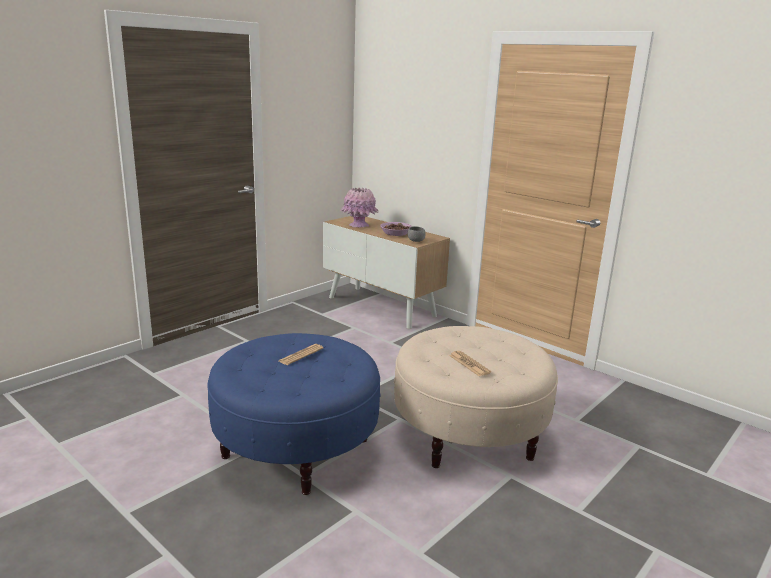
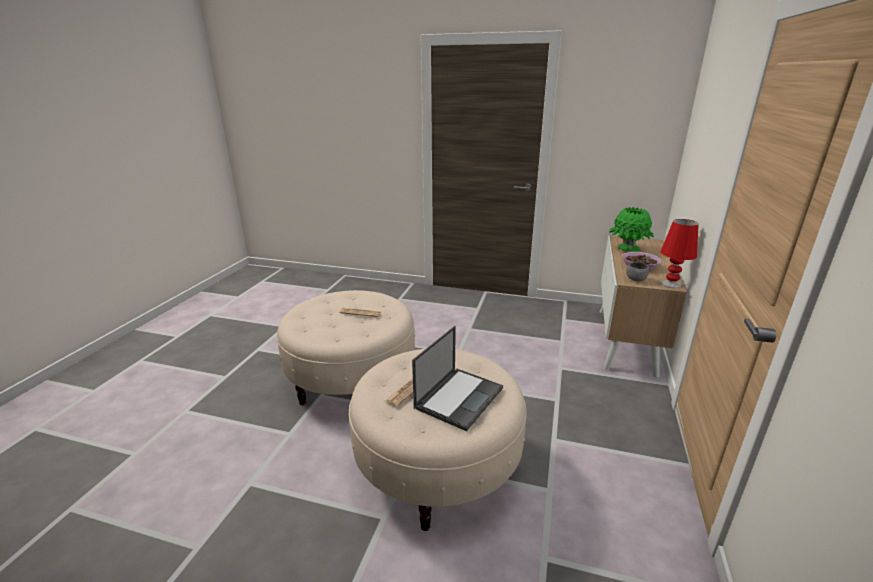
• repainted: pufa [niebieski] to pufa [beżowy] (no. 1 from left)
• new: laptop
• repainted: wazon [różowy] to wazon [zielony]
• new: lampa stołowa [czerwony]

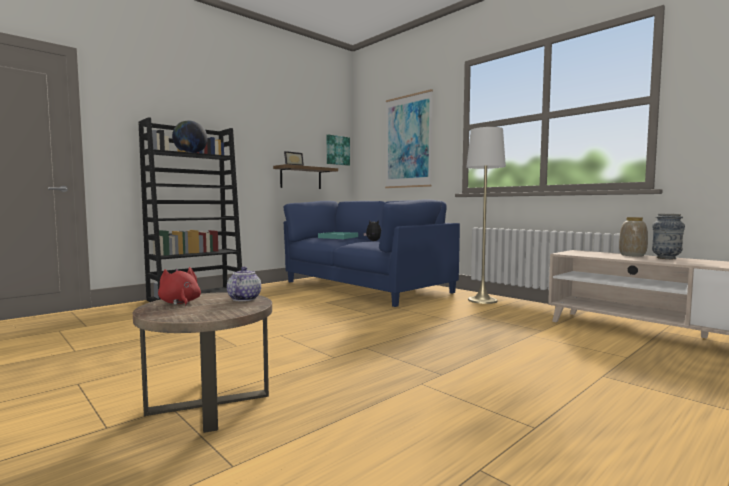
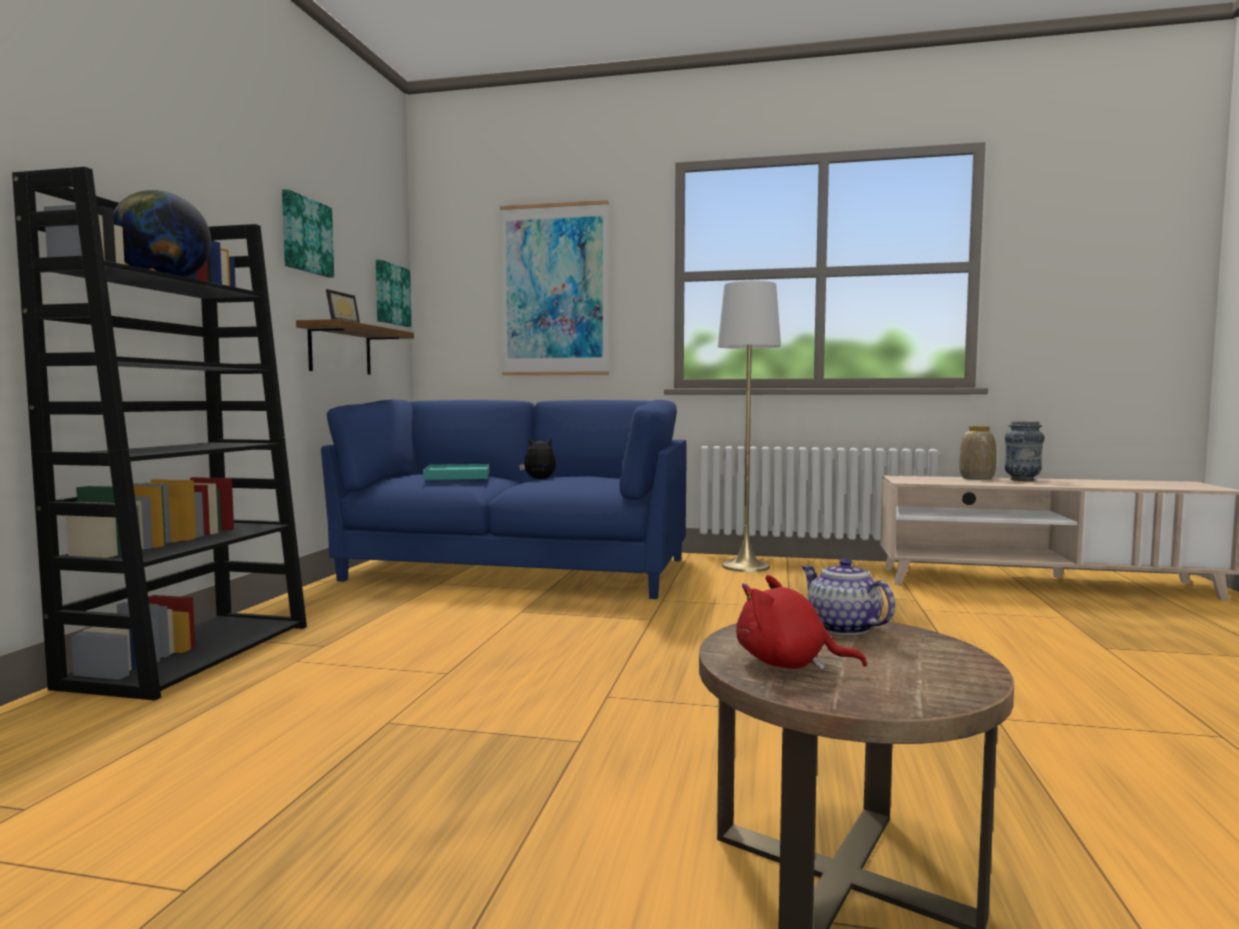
• new: obraz (no. 1 from left)

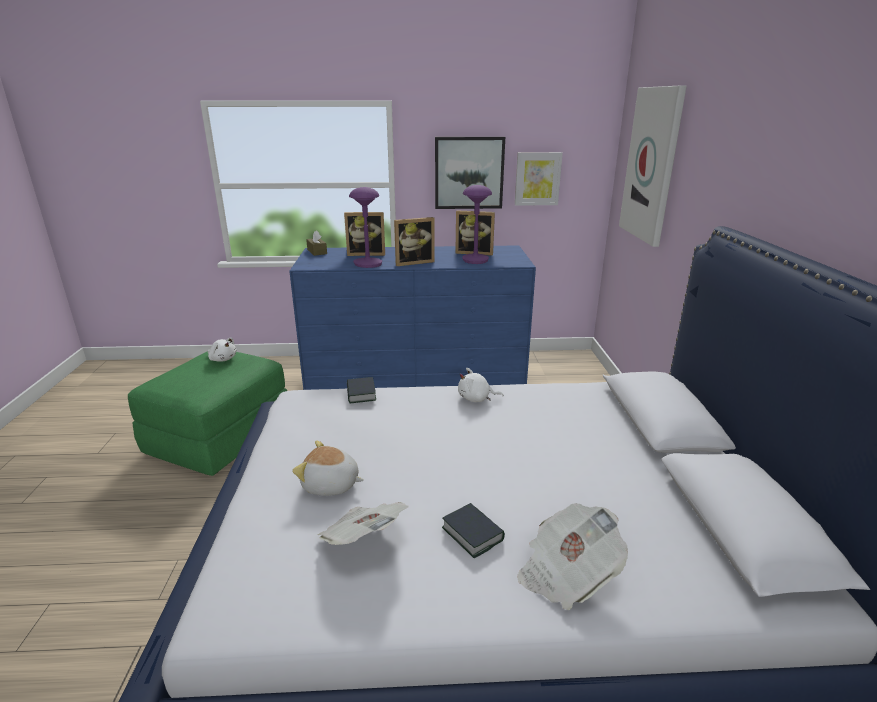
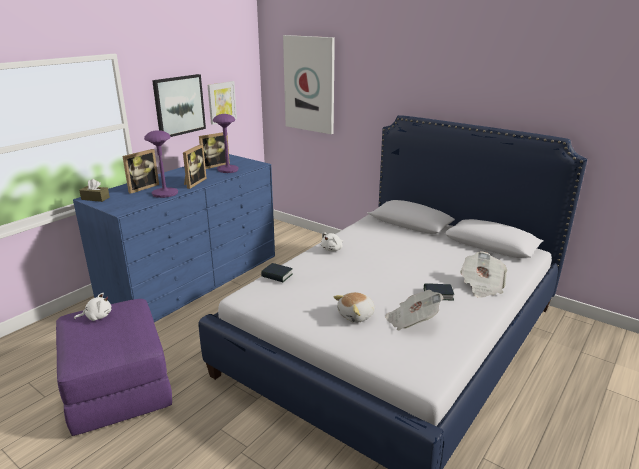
• repainted: pufa [zielony] to pufa [fioletowy]

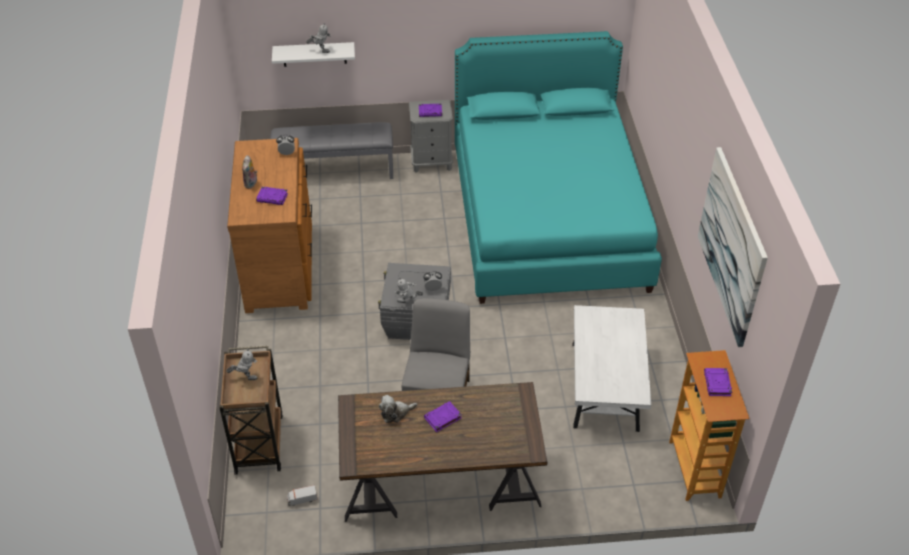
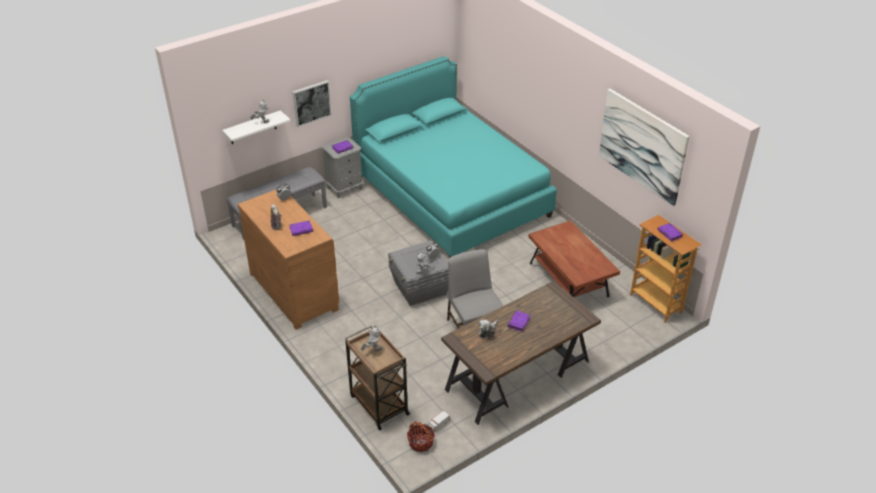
• new: obraz (no. 1 from left)
• new: koszyk
• repainted: ława [biały] to ława [brązowy]

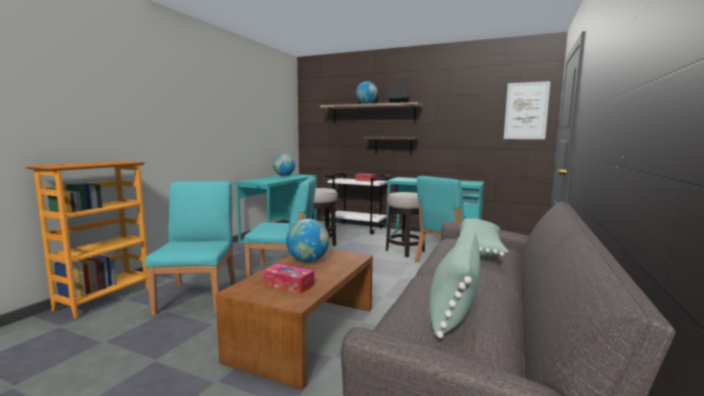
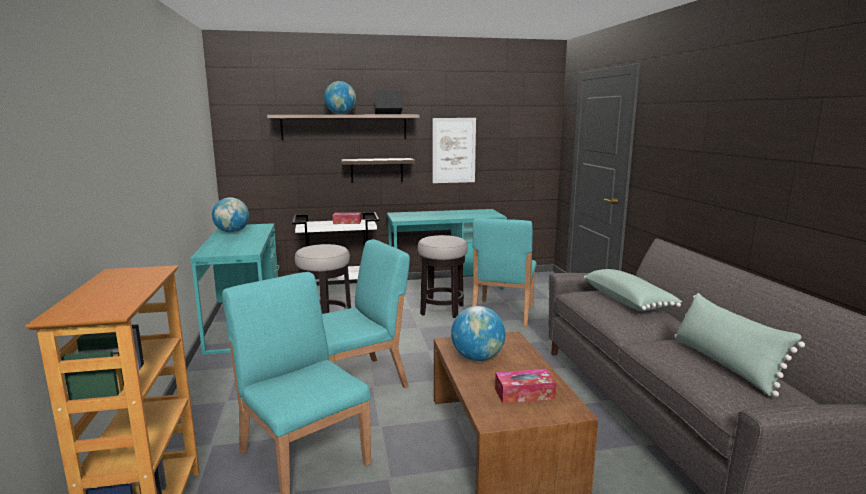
• shifted: obraz

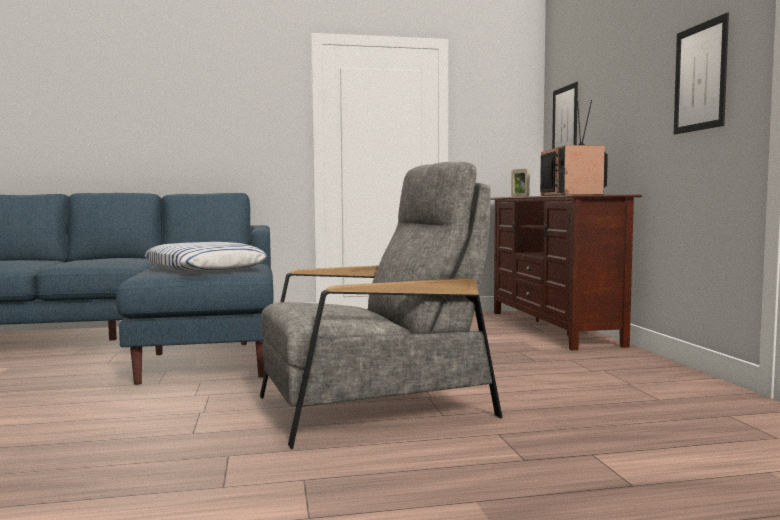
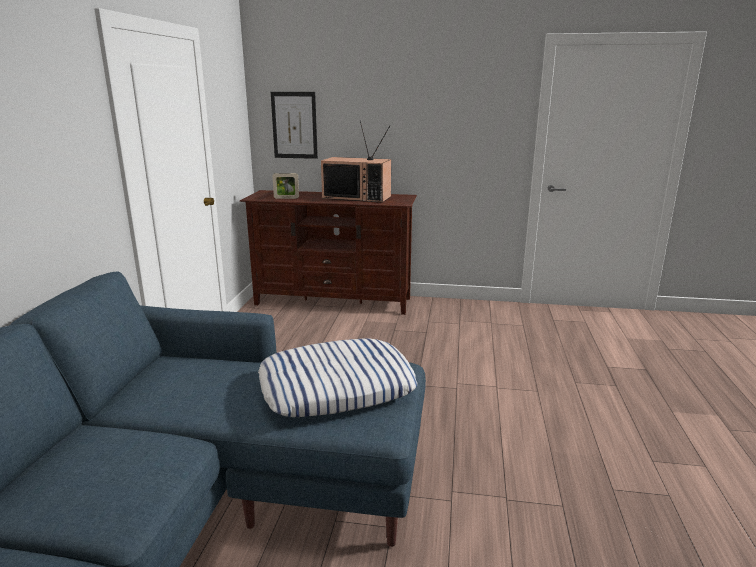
• gone: fotel [szary]
• gone: obraz (no. 2 from left)

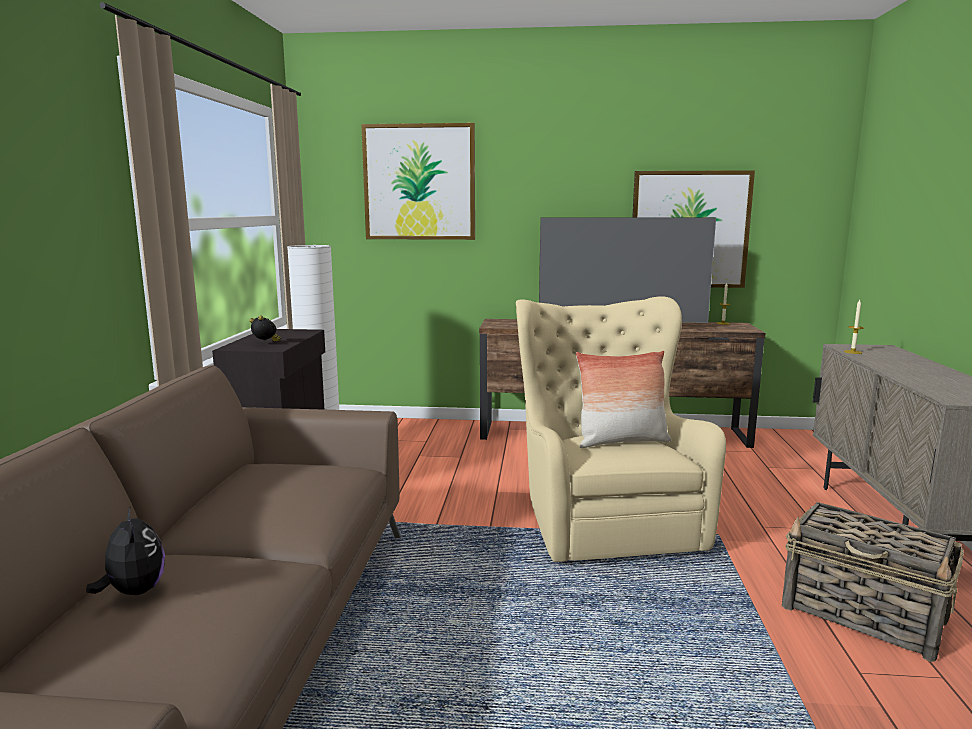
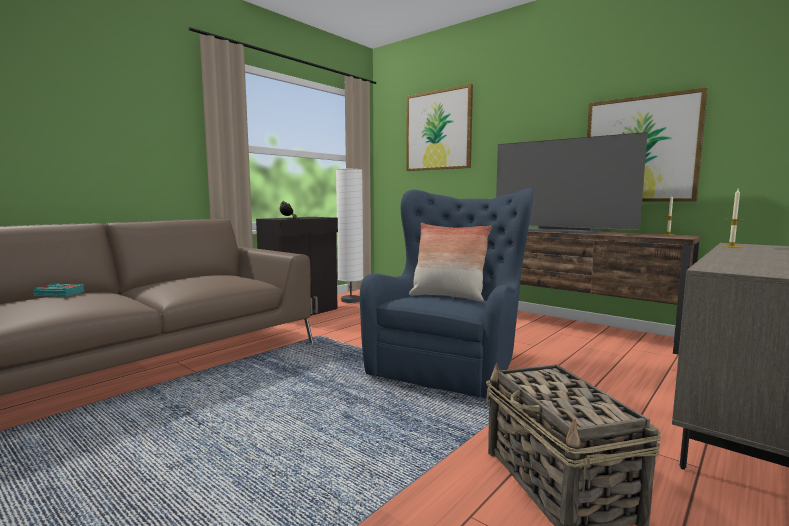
• swapped: pluszak to książka [turkusowy]
• repainted: fotel [beżowy] to fotel [niebieski]

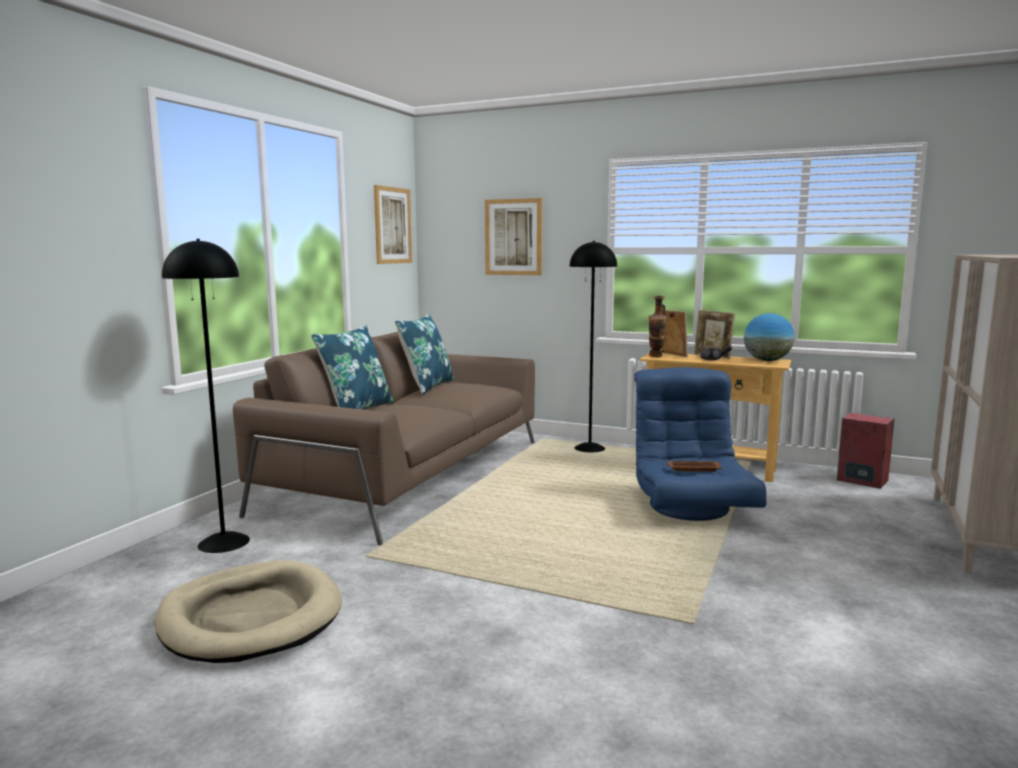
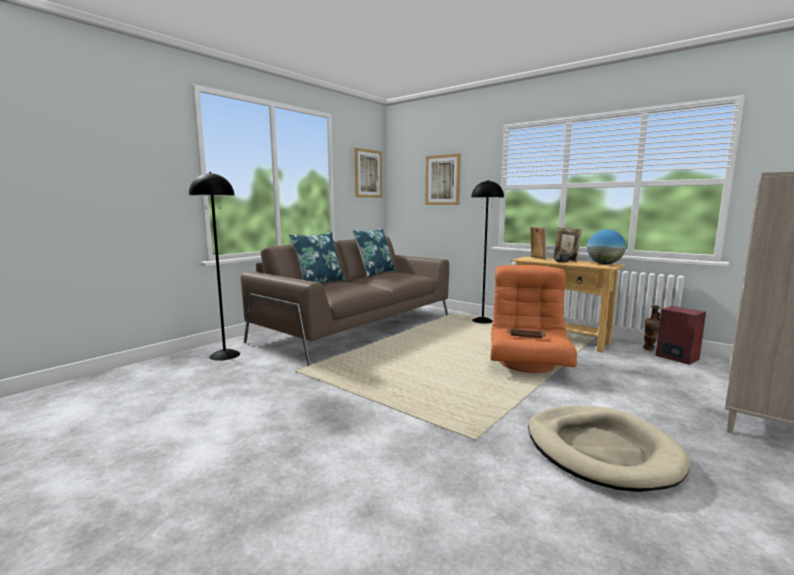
• repainted: fotel [niebieski] to fotel [pomarańczowy]
• shifted: legowisko [beżowy]
• shifted: wazon

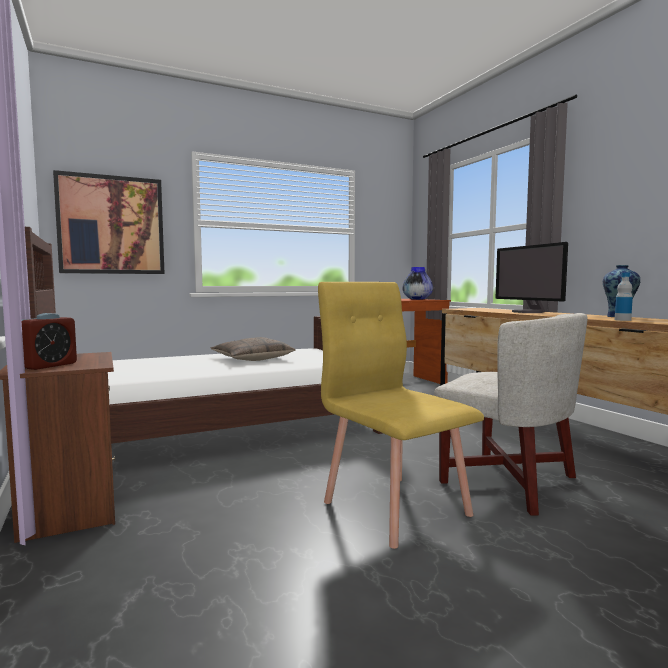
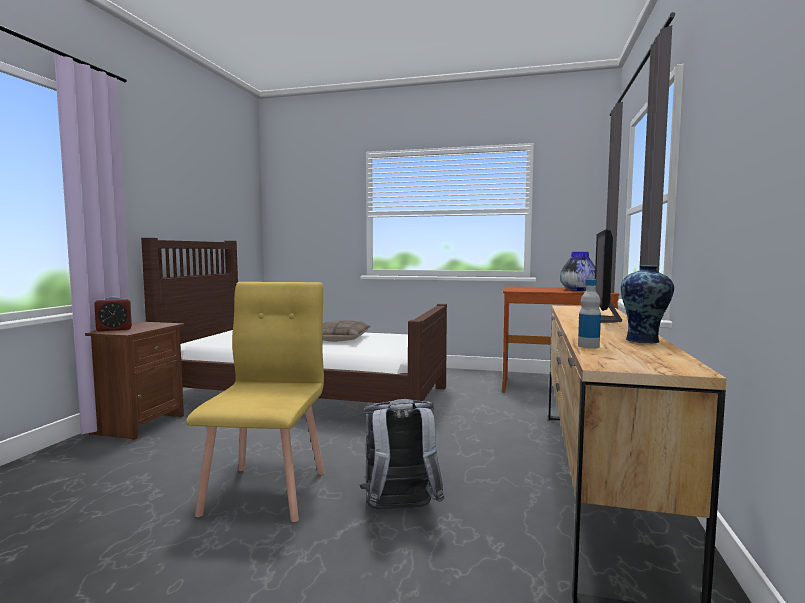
• swapped: fotel [biały] to plecak [szary]
• gone: obraz

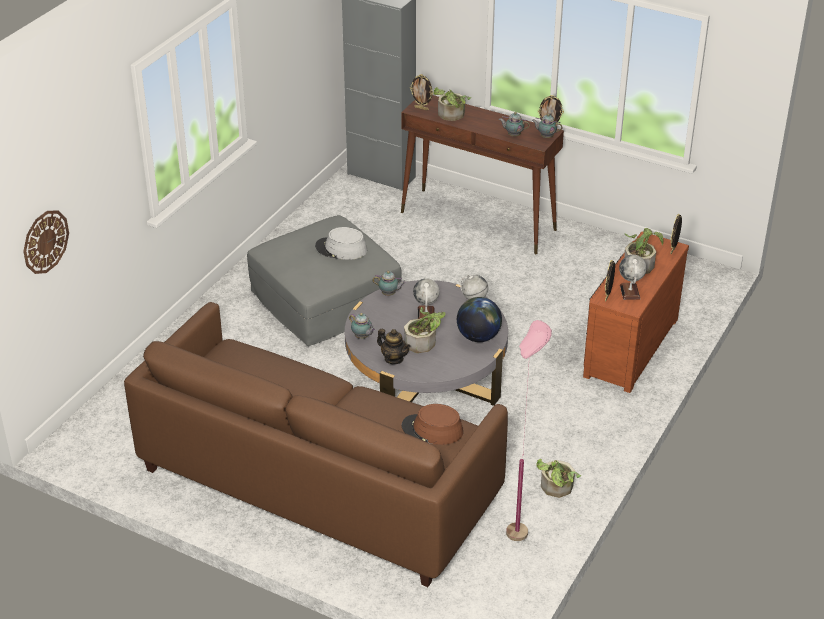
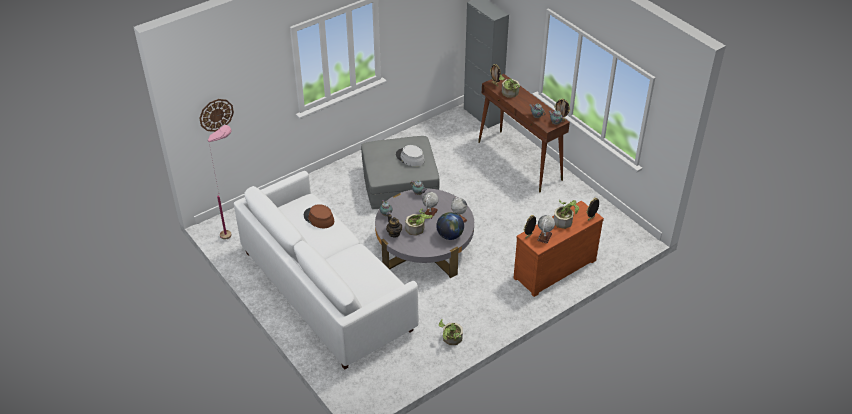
• shifted: lampa stojąca [różowy]
• repainted: kanapa [brązowy] to kanapa [biały]
• shifted: kapelusz [brązowy]

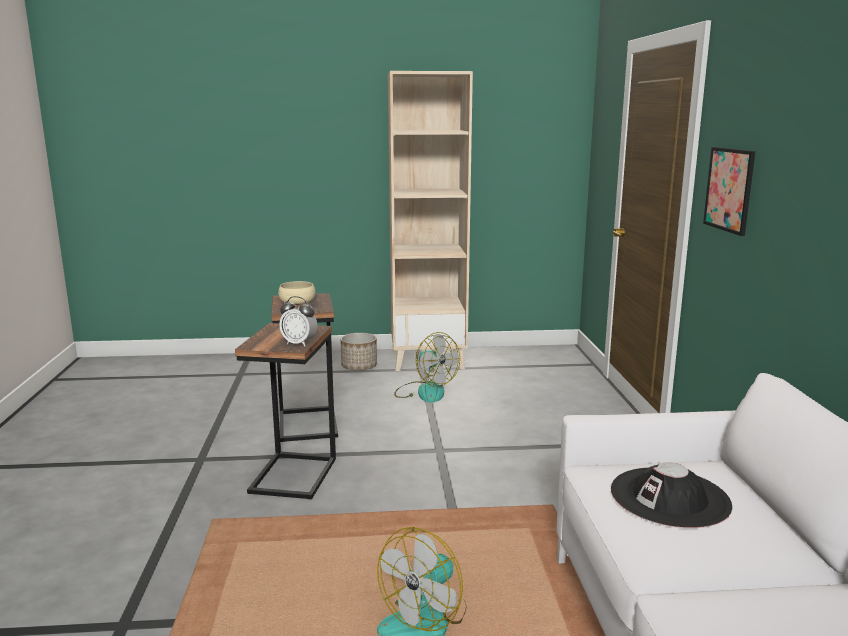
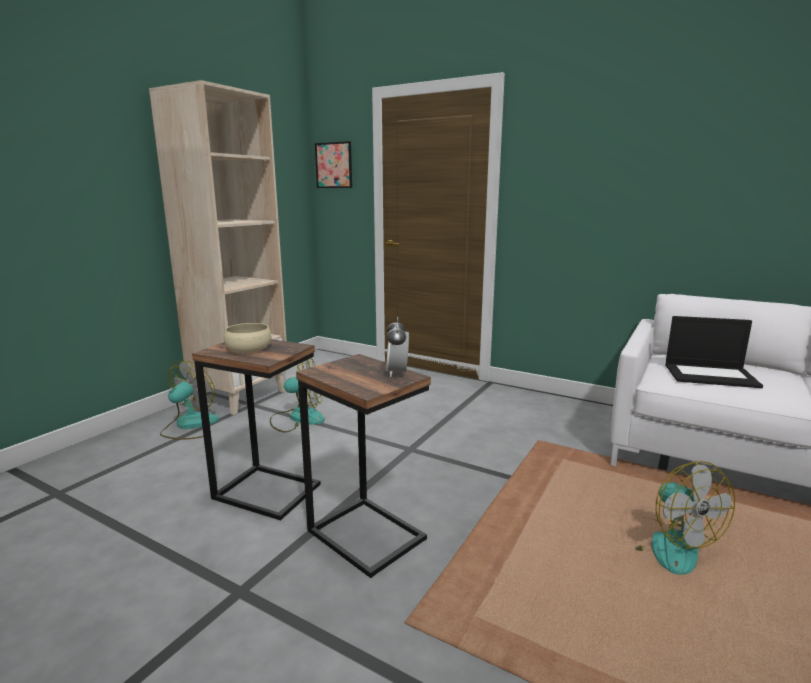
• swapped: donica to wentylator (no. 1 from left)
• shifted: obraz
• rotated: budzik 120 degrees clockwise
• swapped: kapelusz [czarny] to laptop

